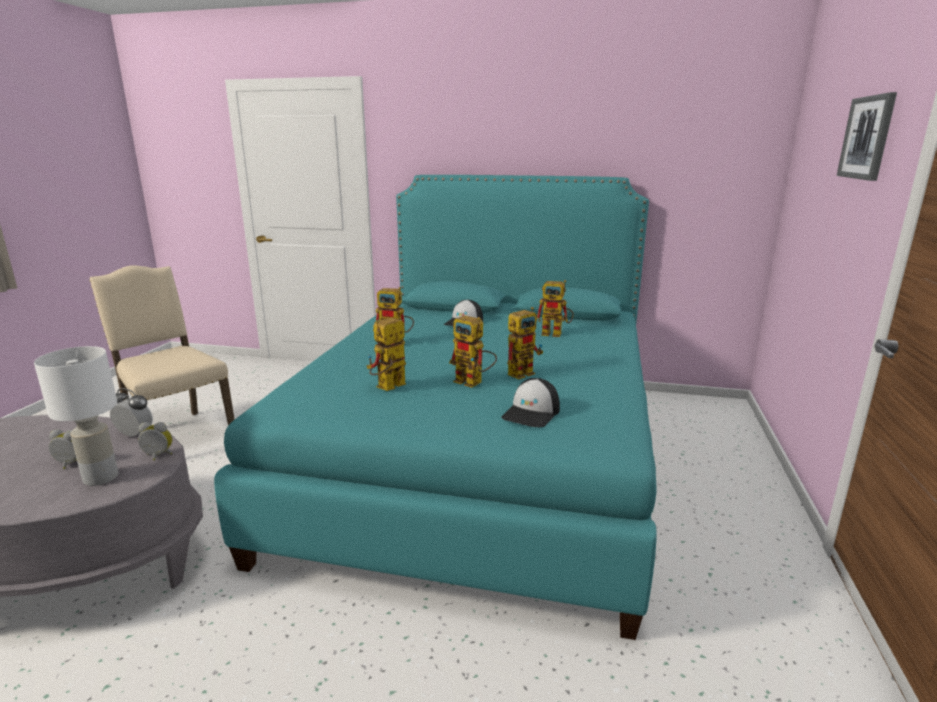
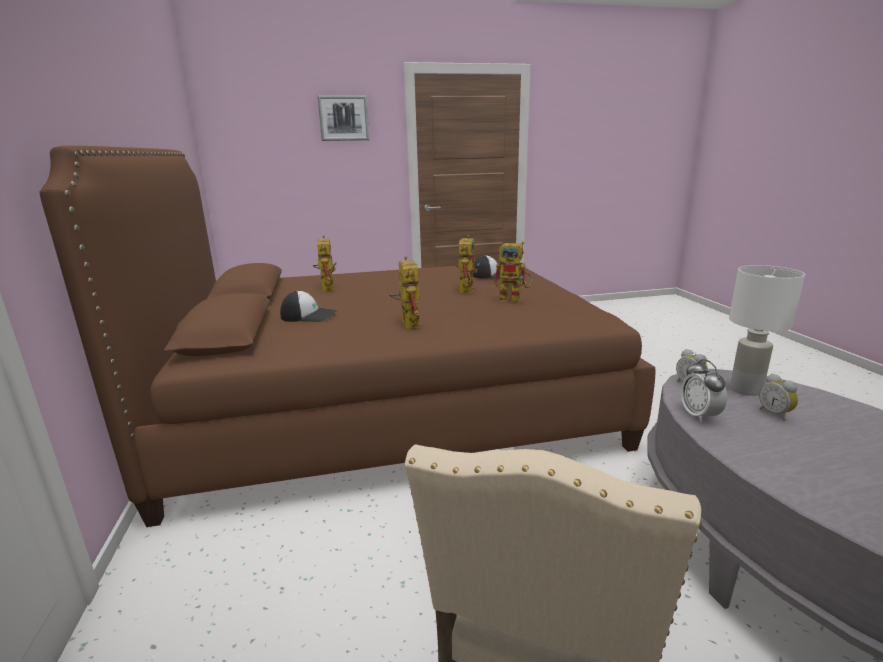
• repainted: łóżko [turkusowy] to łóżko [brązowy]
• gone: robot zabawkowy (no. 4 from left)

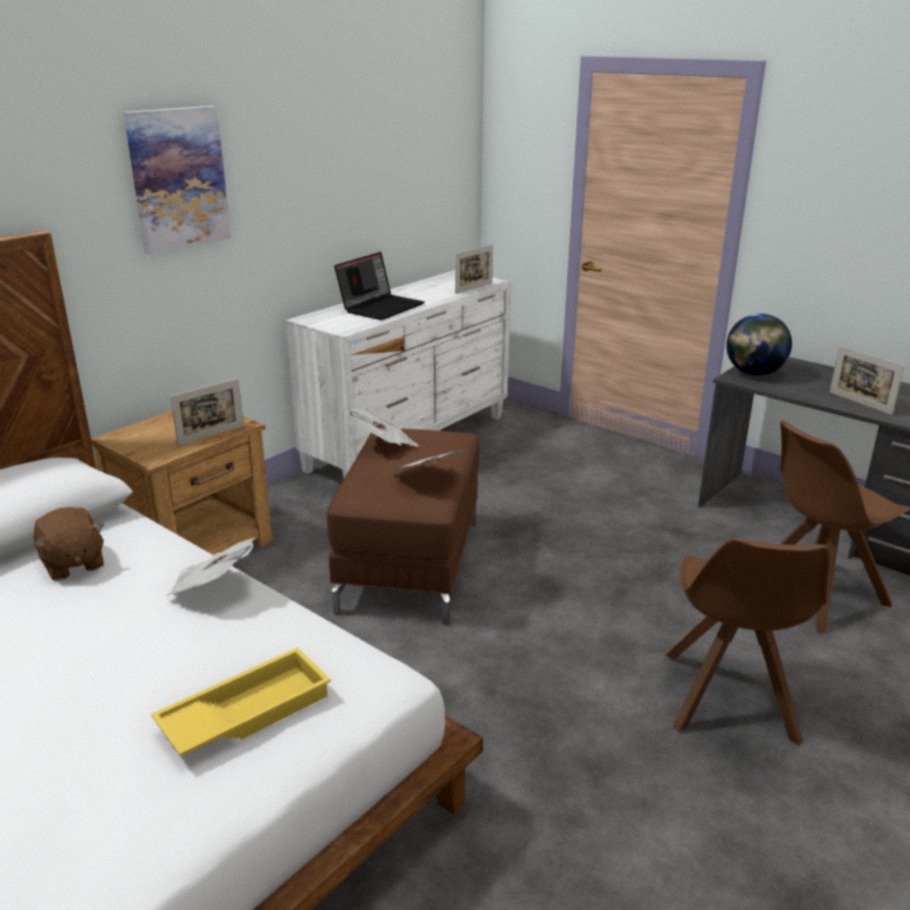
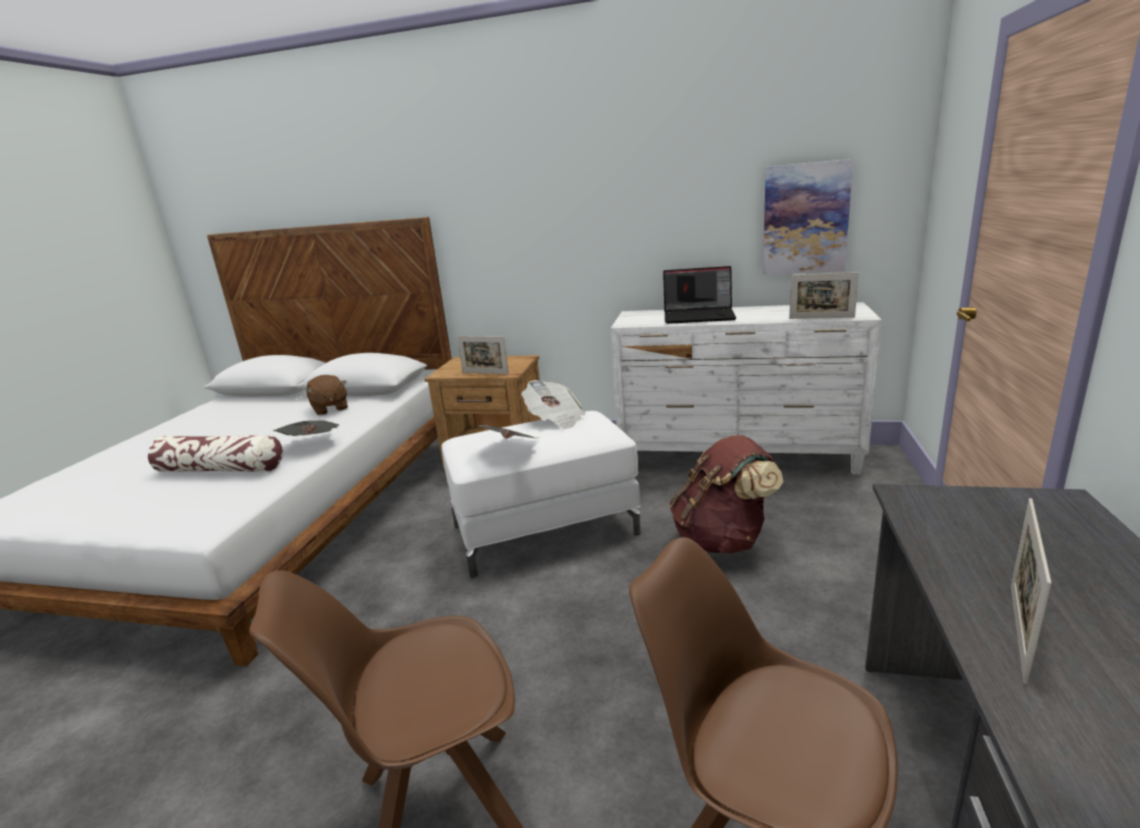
• new: poduszka
• rotated: pluszak [brązowy] 60 degrees counterclockwise
• repainted: pufa [brązowy] to pufa [biały]
• new: plecak [brązowy]
• shifted: obraz
• gone: taca [żółty]
• gone: globus

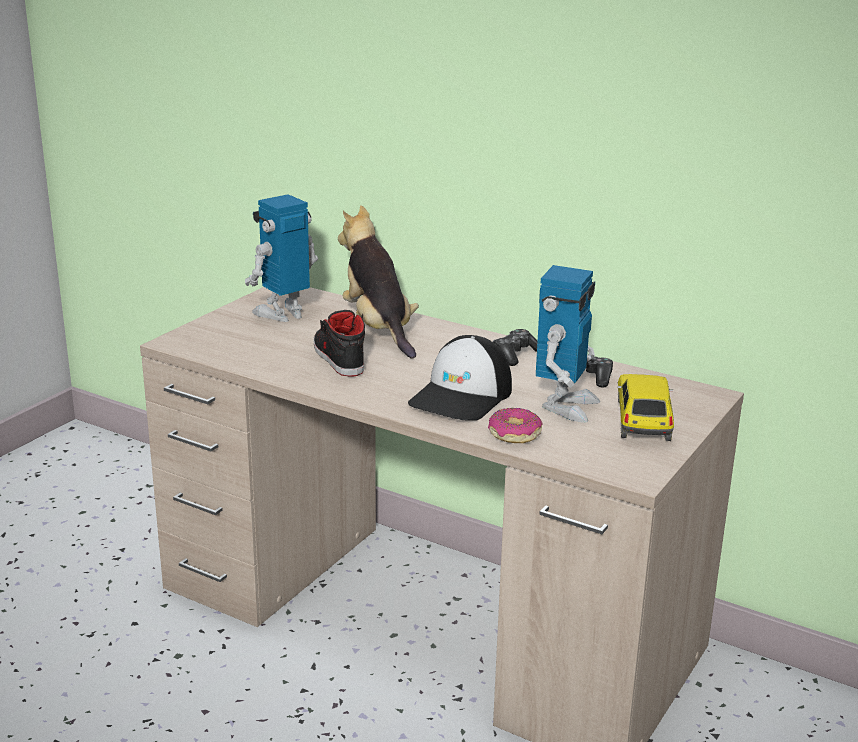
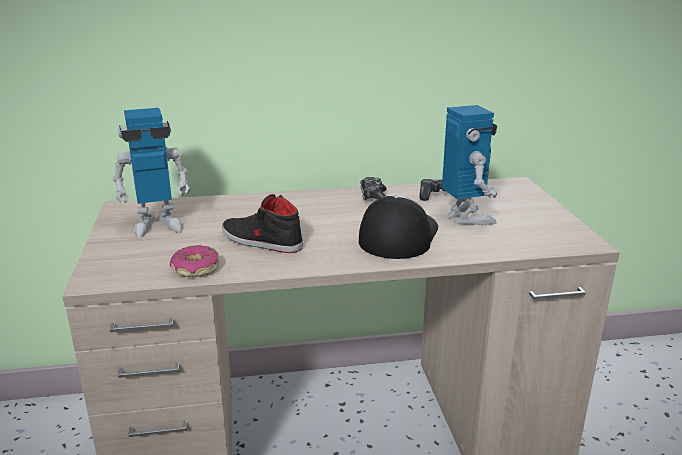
• rotated: robot zabawkowy (no. 1 from left) 120 degrees counterclockwise
• shifted: donut
• rotated: czapka z daszkiem 150 degrees counterclockwise
• gone: pluszak
• gone: samochodzik

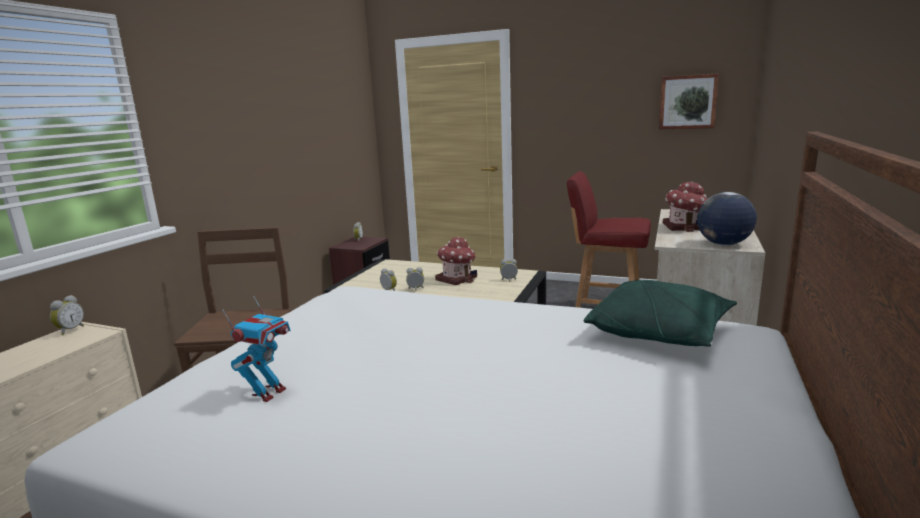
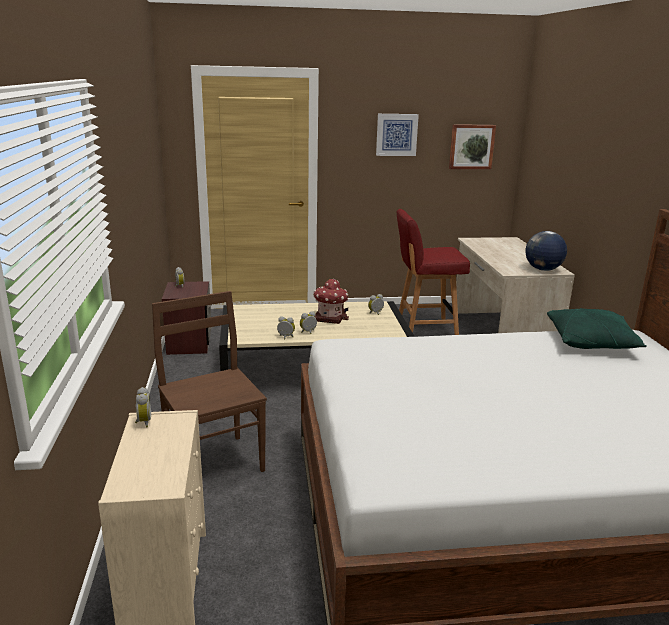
• new: obraz (no. 1 from left)
• gone: robot zabawkowy
• gone: domek (no. 2 from left)

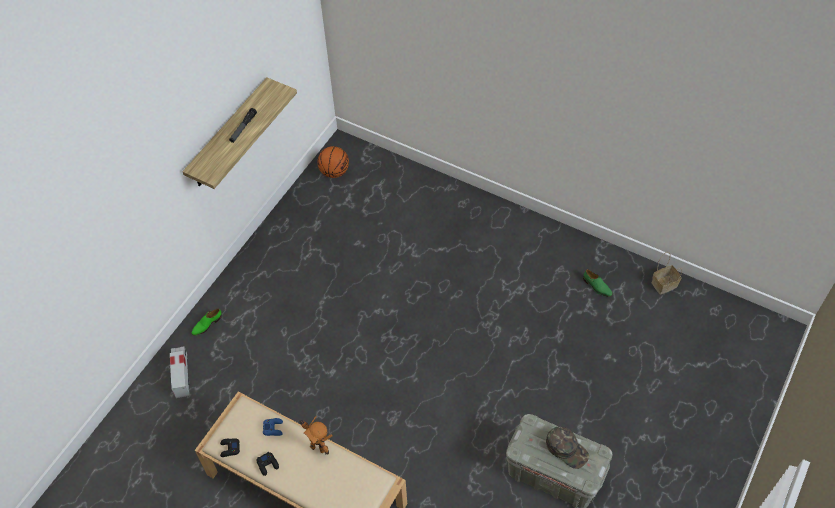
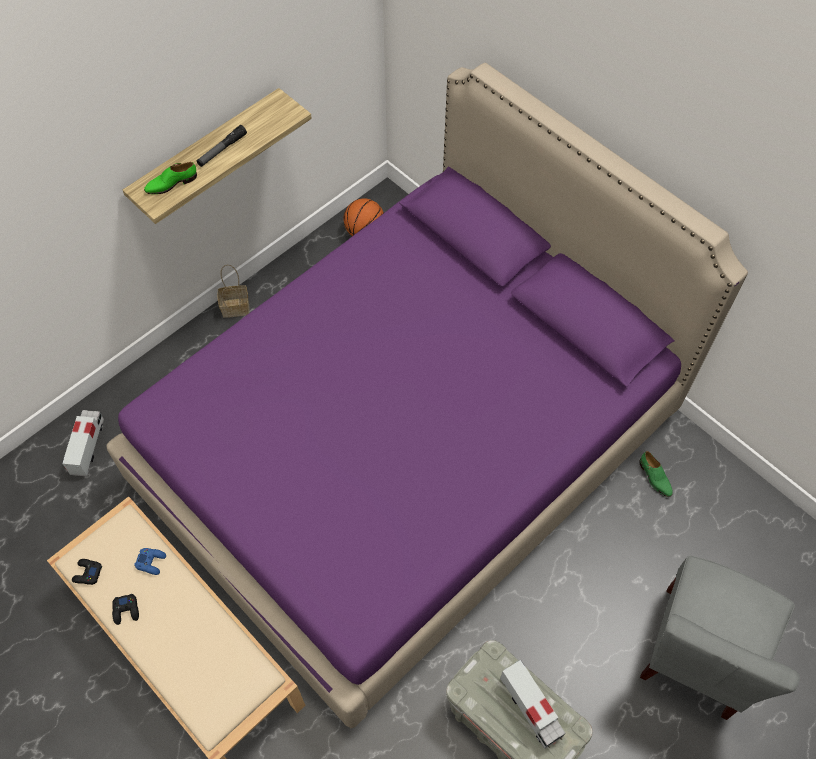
• new: łóżko [fioletowy]
• shifted: but [zielony] (no. 1 from left)
• shifted: koszyk
• swapped: czapka z daszkiem [zielony] to ciężarówka zabawkowa (no. 2 from left)
• new: krzesło [szary]
• gone: robot zabawkowy

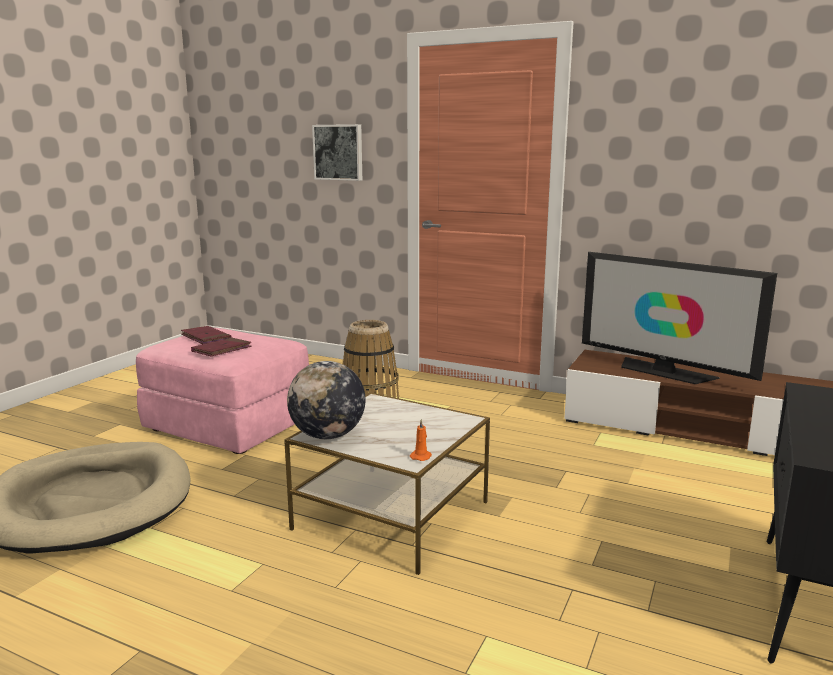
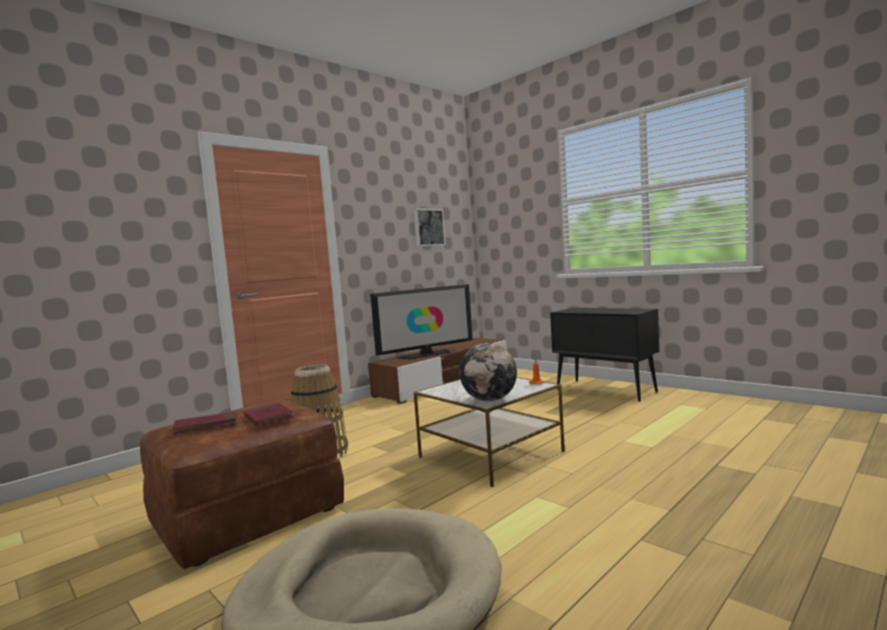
• repainted: pufa [różowy] to pufa [brązowy]
• shifted: obraz

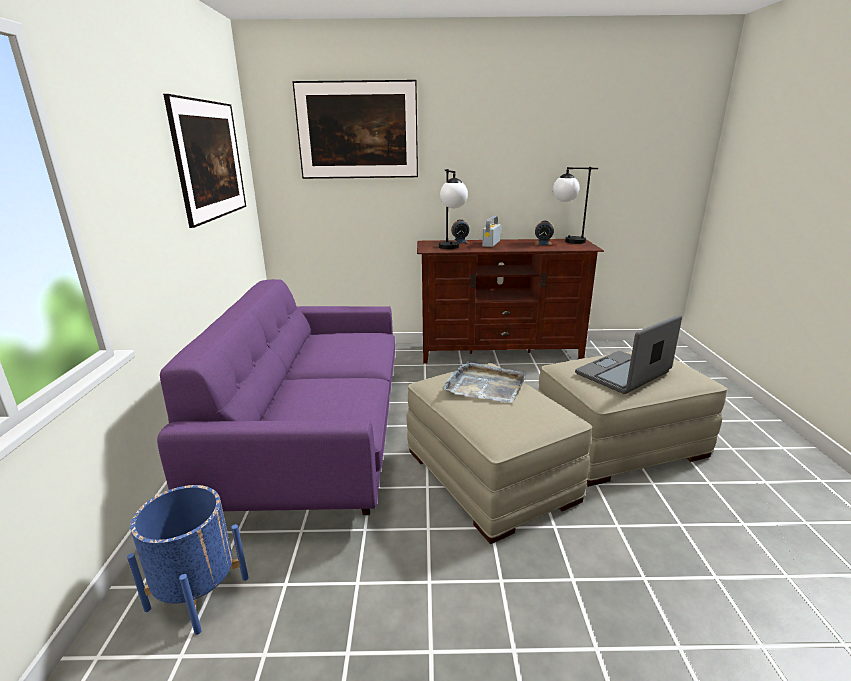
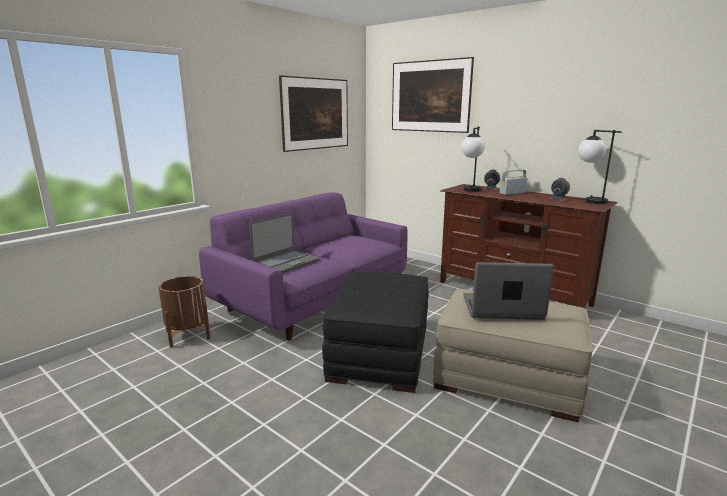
• repainted: donica [niebieski] to donica [brązowy]
• new: laptop (no. 1 from left)
• repainted: pufa [beżowy] (no. 1 from left) to pufa [czarny]
• gone: taca [szary]

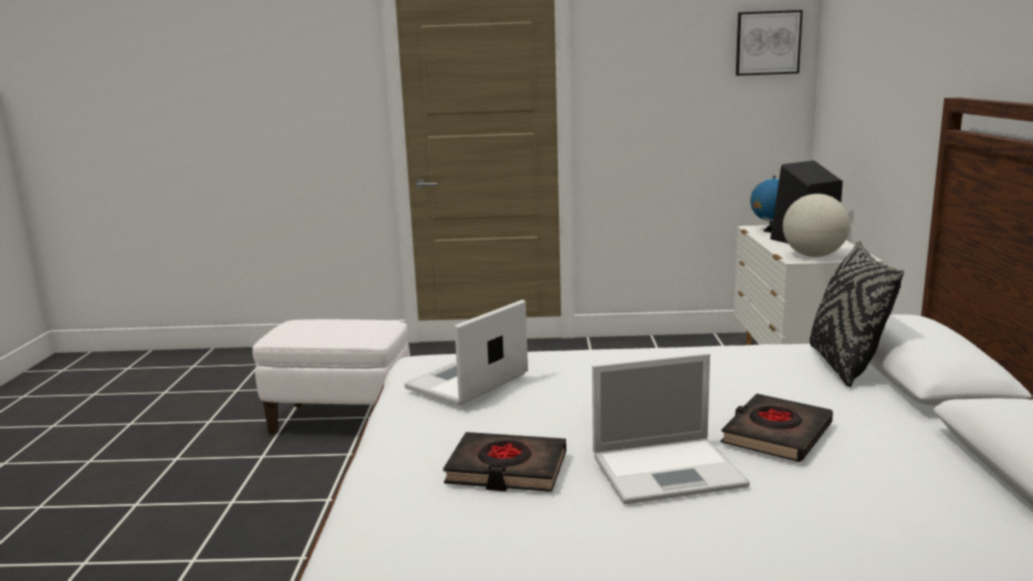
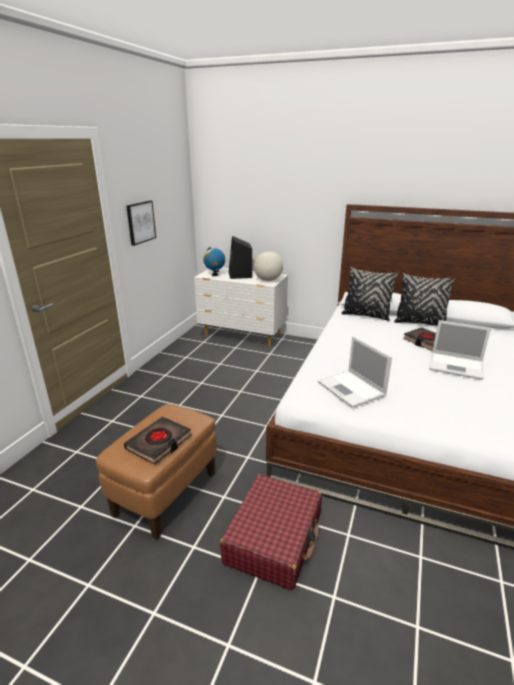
• repainted: pufa [biały] to pufa [brązowy]
• shifted: książka [czarny] (no. 1 from left)
• shifted: obraz
• new: walizka [czerwony]
• new: poduszka [czarny] (no. 2 from left)
• rotated: laptop (no. 2 from left) 105 degrees clockwise

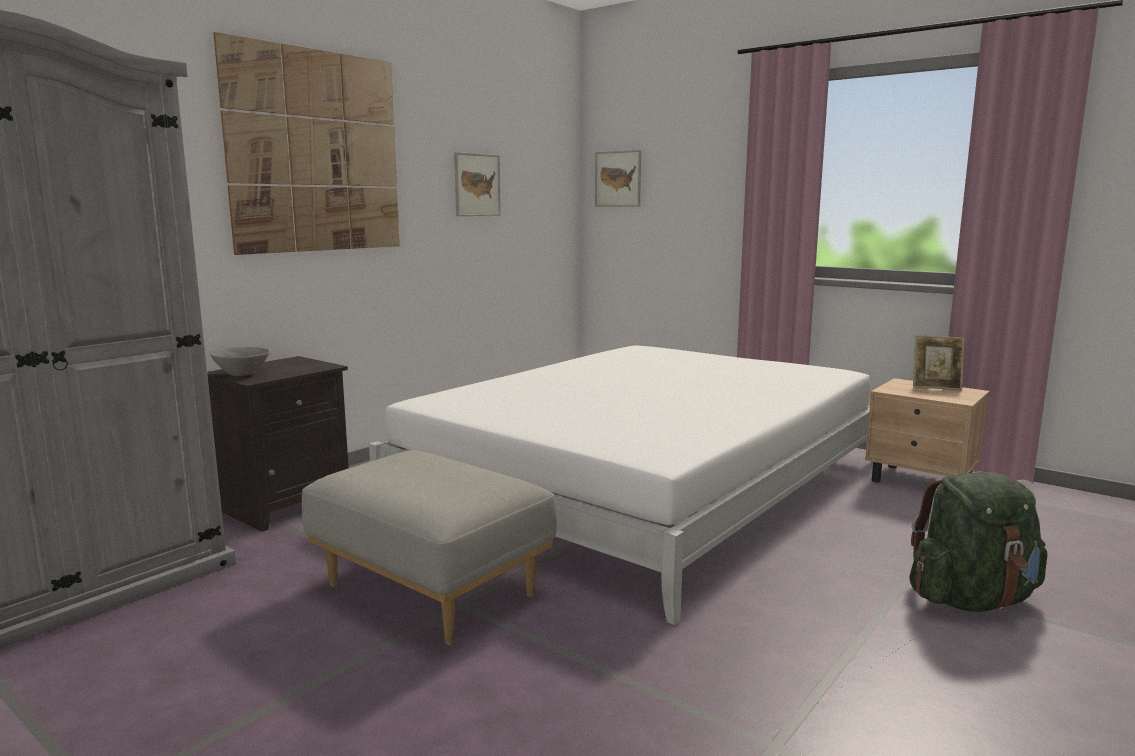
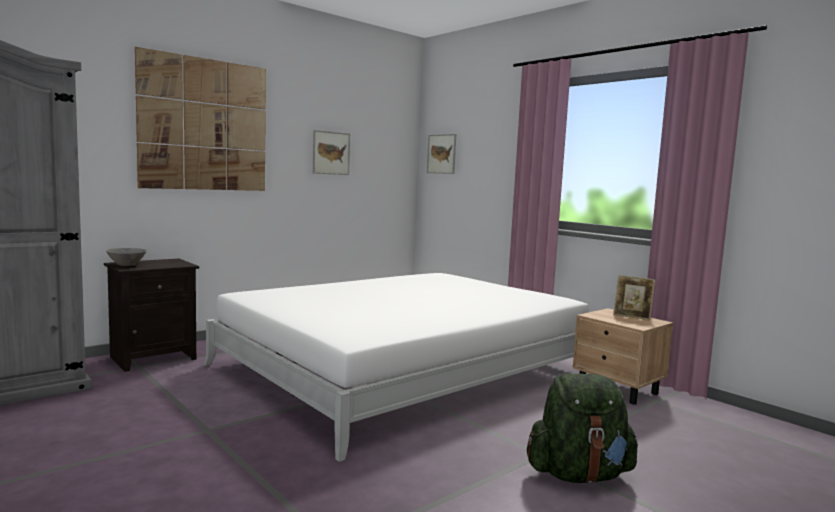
• gone: pufa [szary]

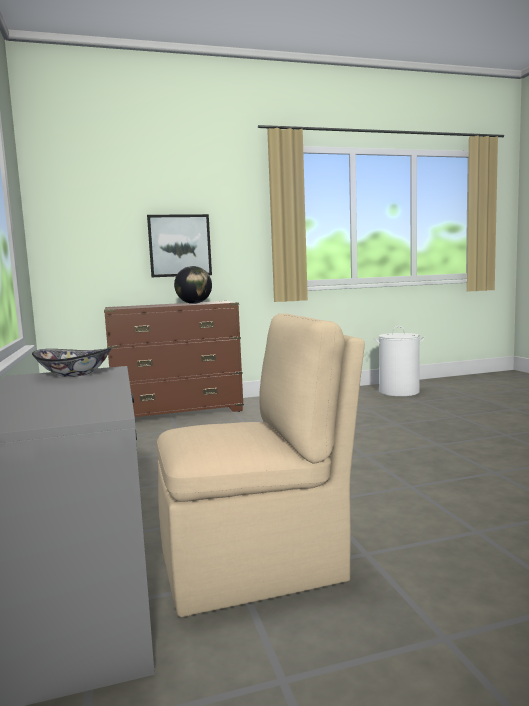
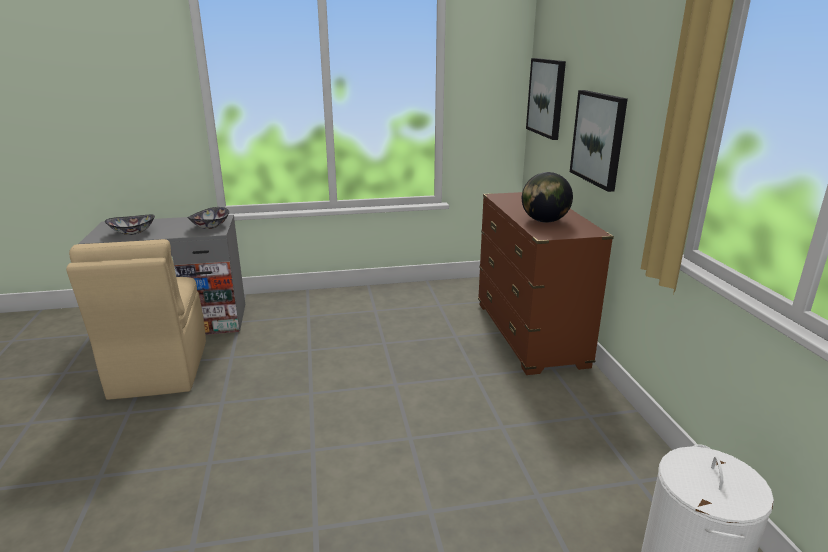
• new: miska (no. 1 from left)
• new: obraz (no. 1 from left)

